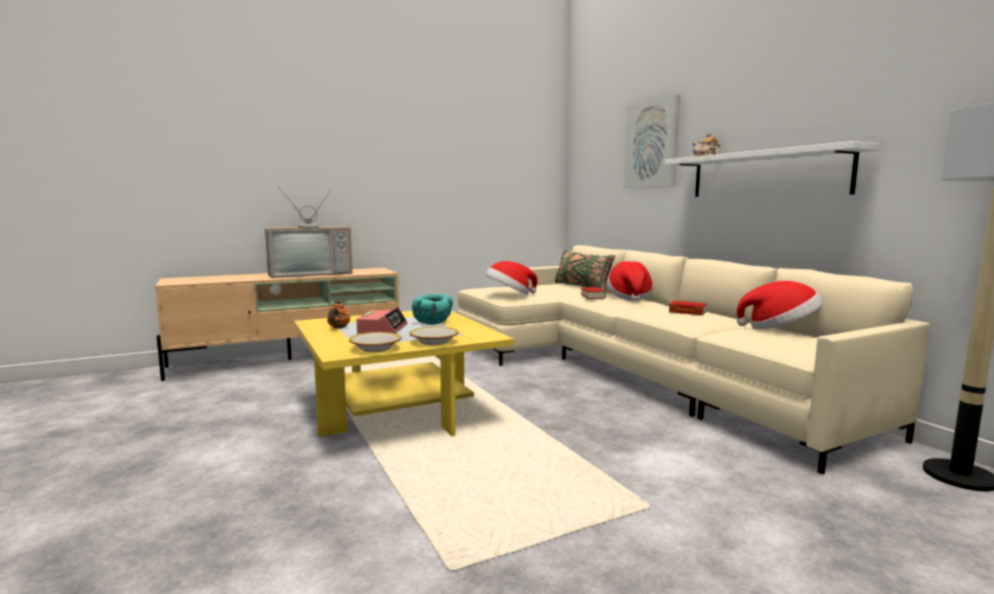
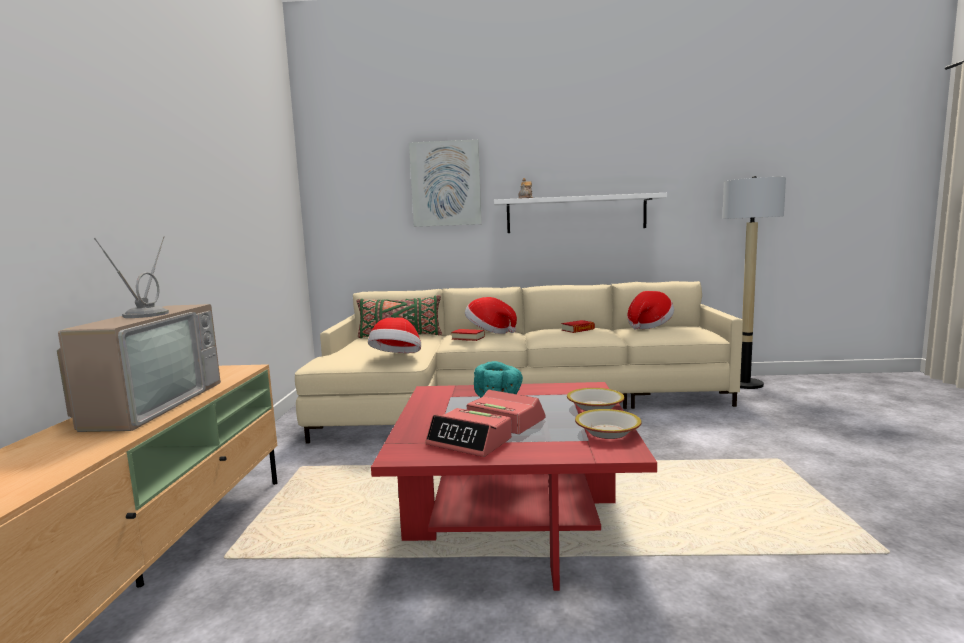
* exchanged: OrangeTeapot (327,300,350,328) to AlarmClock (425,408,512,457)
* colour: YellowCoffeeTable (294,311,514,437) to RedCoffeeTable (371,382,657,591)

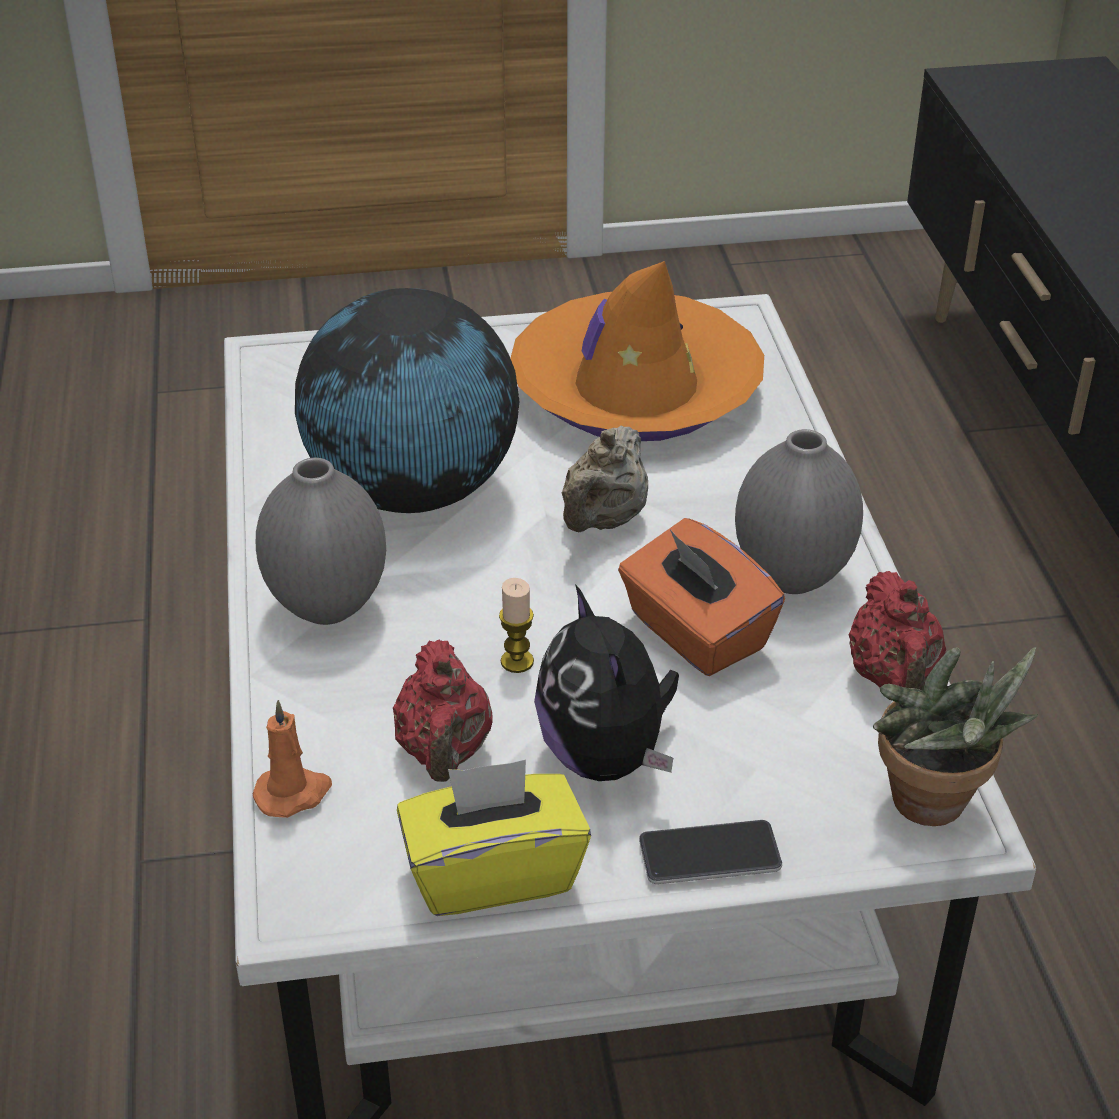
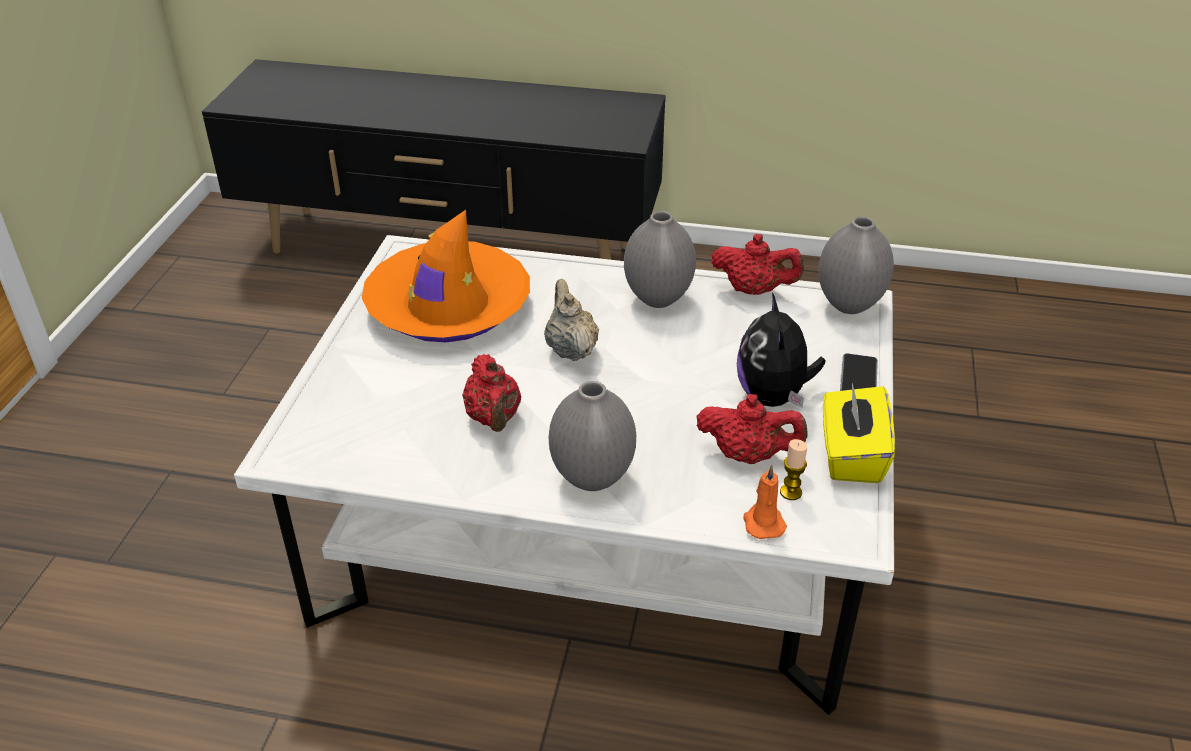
* missing: OrangeTissueBox (618,518,785,676)
* relocated: Candle (499,578,534,673) to (780,439,807,500)
* exchanged: Globe (295,288,520,513) to RedTeapot (462,354,521,432)
* exchanged: PottedPlant (873,647,1038,826) to GreyVase (818,216,894,314)
* spun: PlushToy (534,584,679,781) = (737,292,825,408) 90 degrees clockwise
* spun: BeigeTeapot (562,426,648,532) = (544,279,599,361) 150 degrees counterclockwise

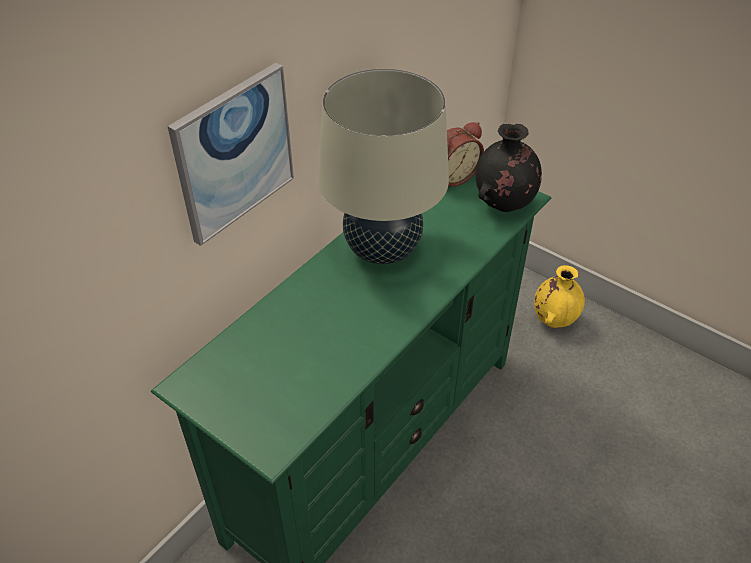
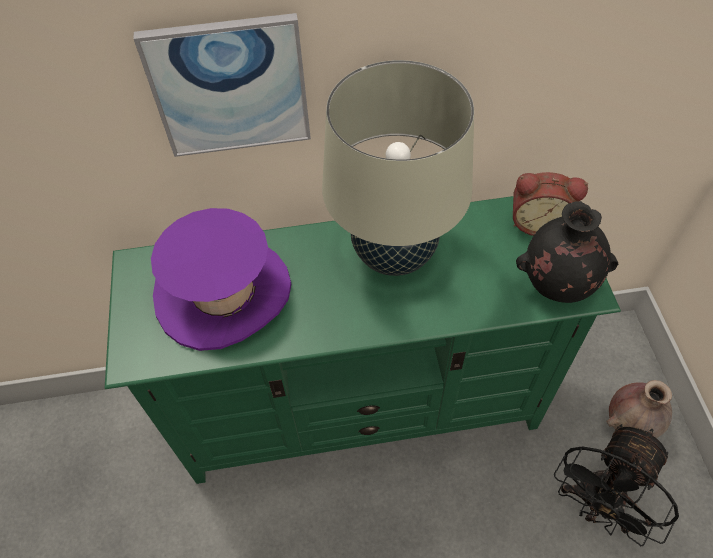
* appeared: PurpleHat (151,208,291,351)
* appeared: BlackFan (554,424,679,546)
* colour: YellowVase (534,265,585,328) to BrownVase (606,380,672,438)

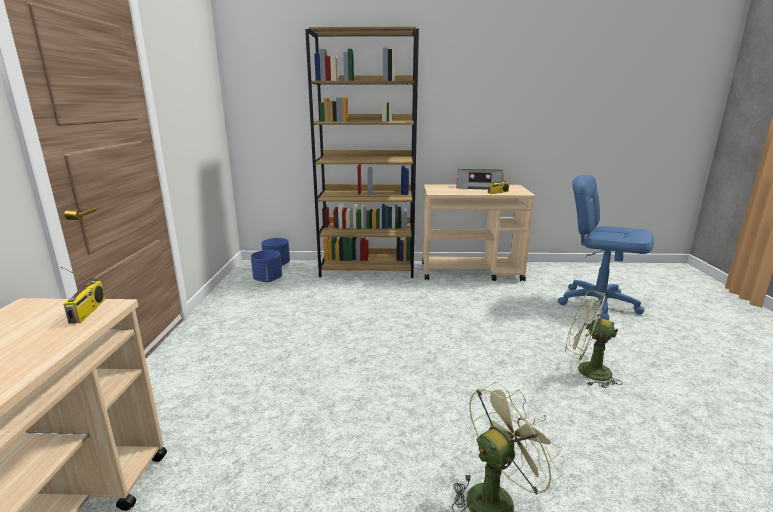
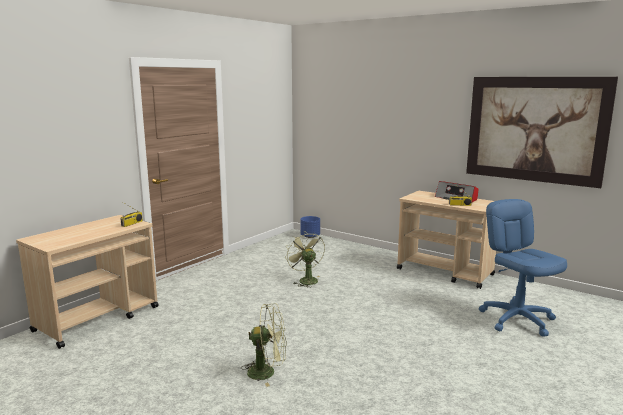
* missing: BluePlanter (251,250,282,282)
* missing: BrownBookcase (305,26,419,278)
* appeared: Picture (466,77,618,188)
* relocated: GreenFan (565,289,623,388) to (286,231,325,288)

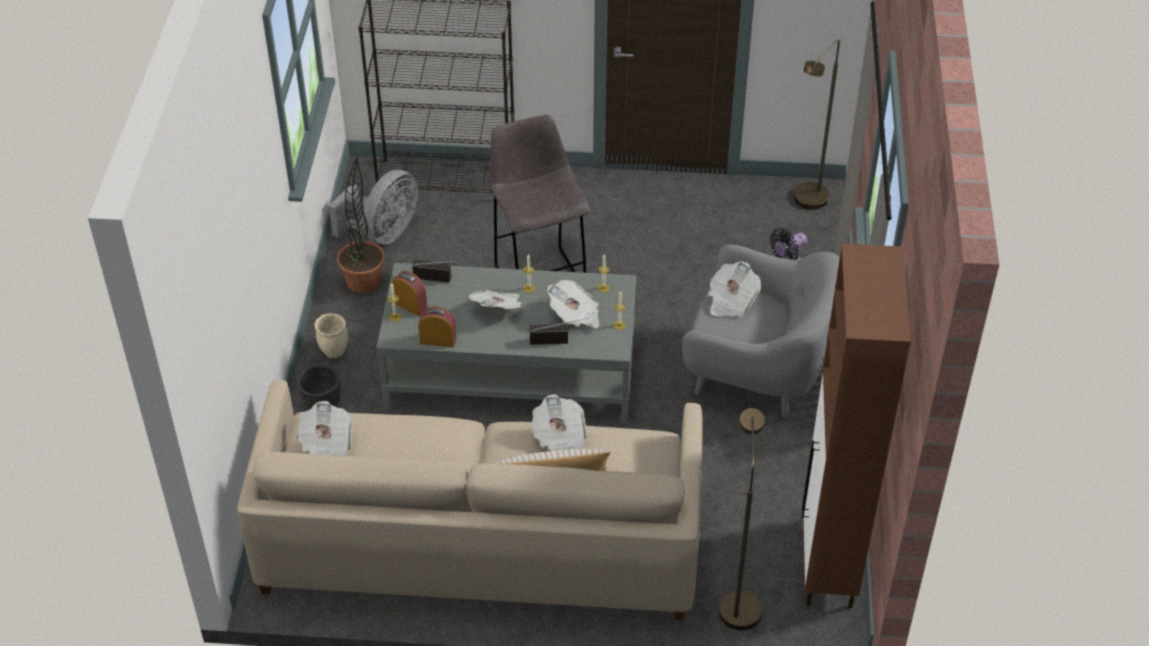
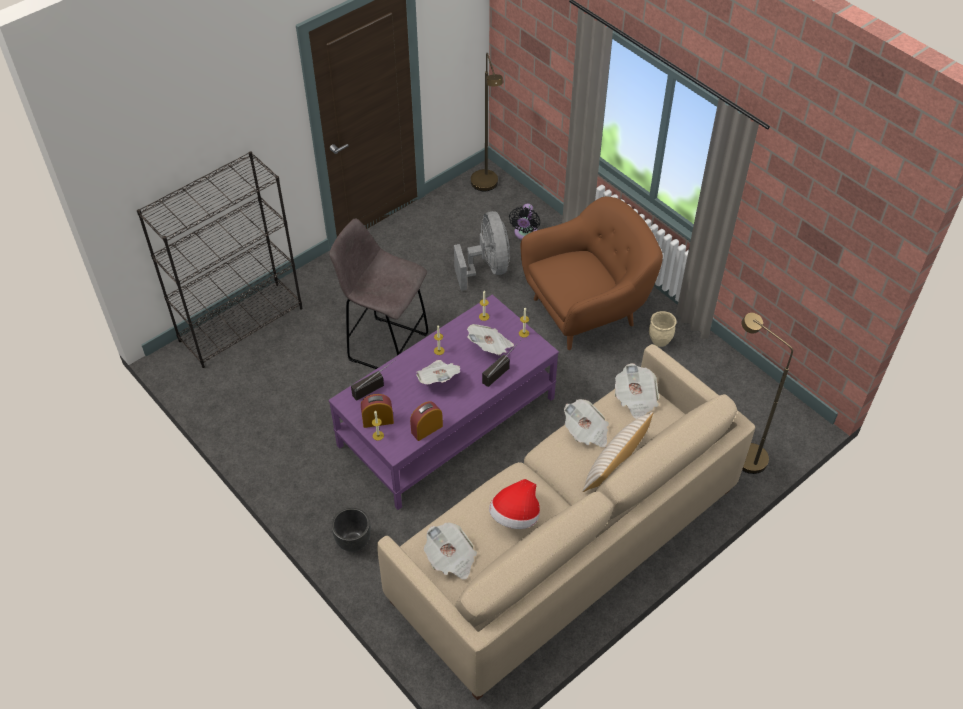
* missing: PottedPlant (337,156,385,293)
* missing: BrownCabinet (802,243,911,608)
* appeared: Hat (489,479,540,529)
* relocated: BeigePlanter (314,313,348,358) to (649,311,676,347)
* relocated: GreyFan (328,170,418,244) to (454,211,510,291)
* relocated: Newspaper (709,261,761,317) to (615,363,659,419)
* colour: GreyCoffeeTable (376,263,636,423) to PurpleCoffeeTable (329,295,559,510)
* colour: GreyArmchair (682,244,840,417) to BrownArmchair (521,196,663,350)

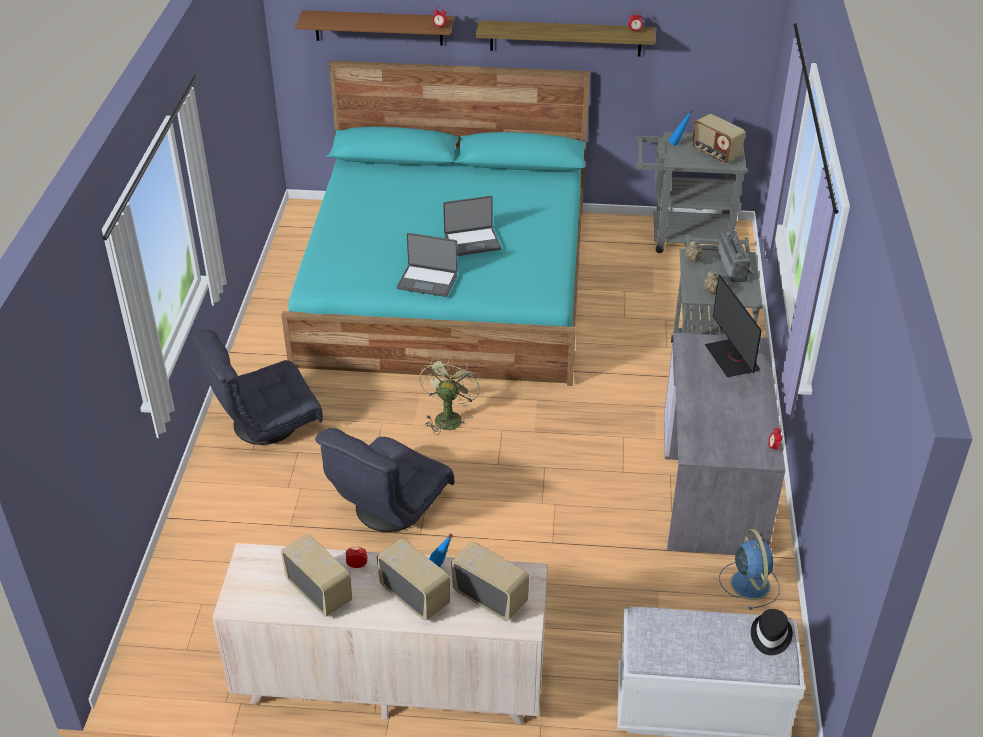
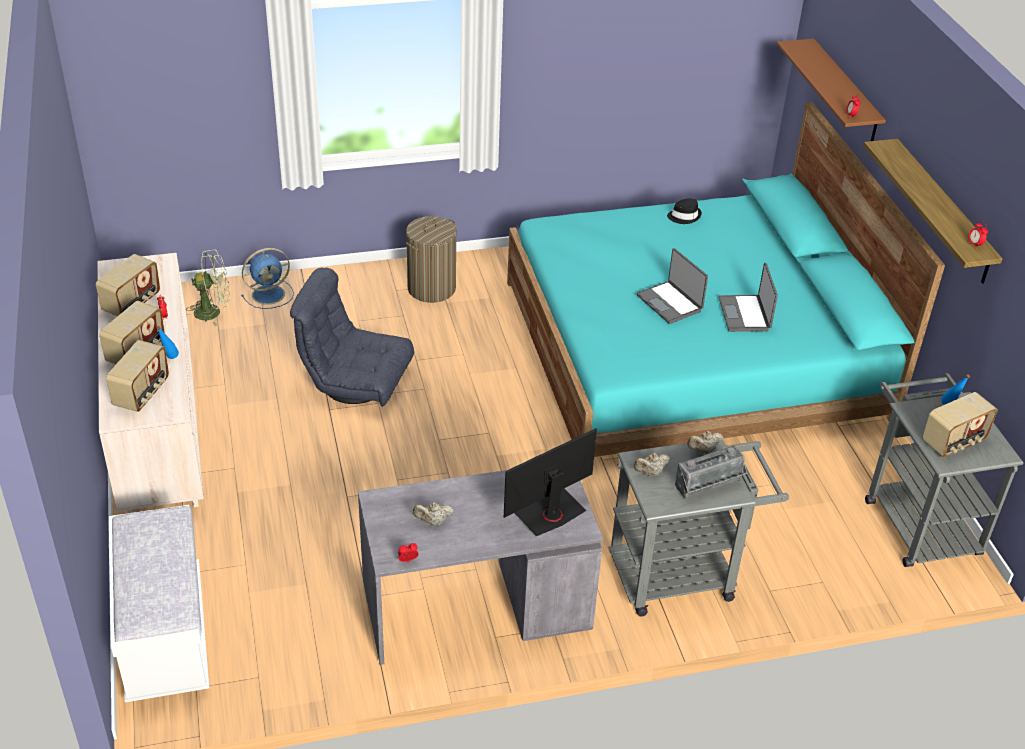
* appeared: BeigeTeapot (413,502,453,526)
* relocated: Laptop (397,233,458,297) to (718,263,778,332)
* relocated: GreenFan (419,356,480,435) to (186,250,230,326)
* relocated: BlueFan (719,529,779,610) to (241,248,294,309)
* relocated: BlackHat (751,609,793,655) to (667,198,702,224)
* exchanged: GreyArmchair (192,330,323,445) to LaundryBasket (406,216,457,303)
* spun: Radio (692,114,745,163) = (922,392,998,457) 150 degrees counterclockwise

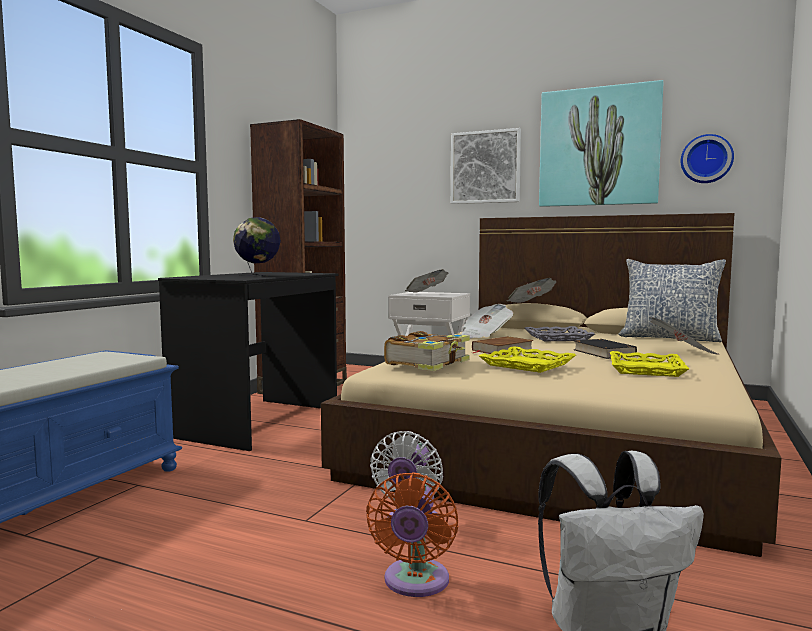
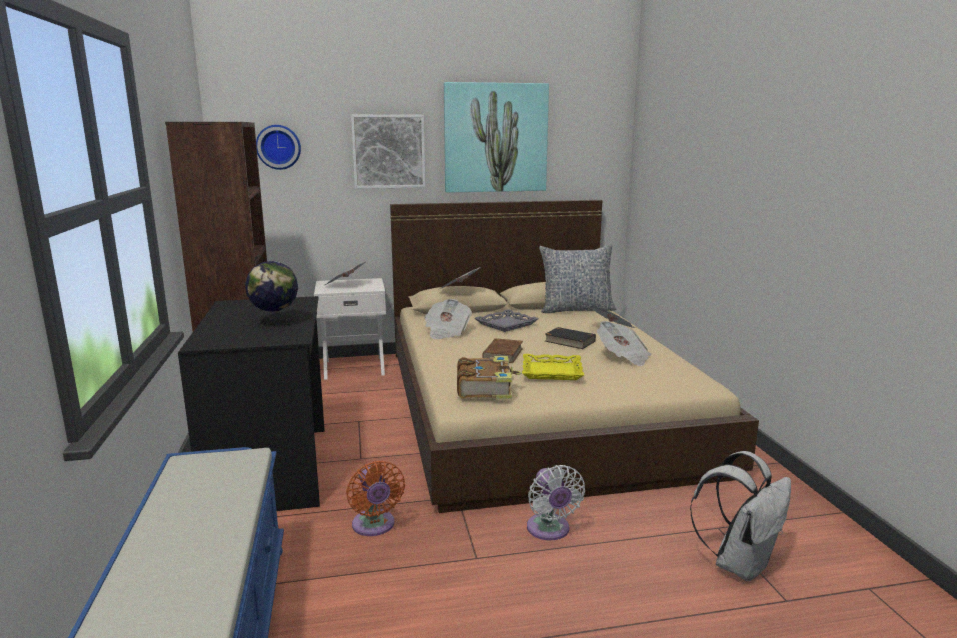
* relocated: OrangeFan (366,473,458,597) to (346,461,405,536)
* relocated: WallClock (681,134,734,183) to (256,125,301,170)
* exchanged: YellowTray (610,351,689,377) to Newspaper (597,321,651,366)

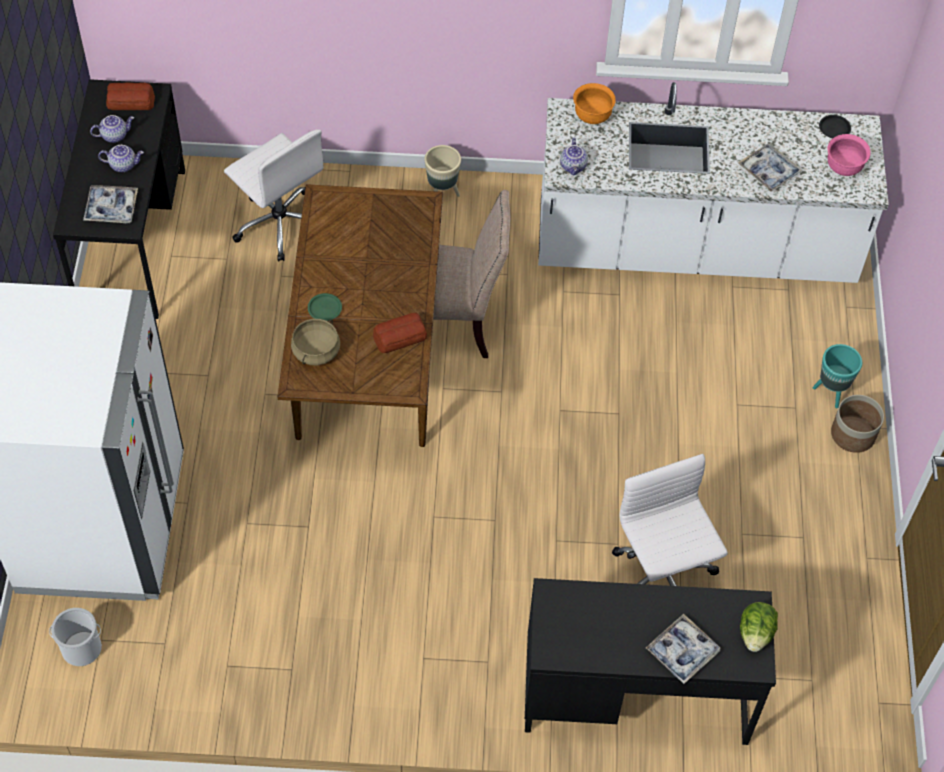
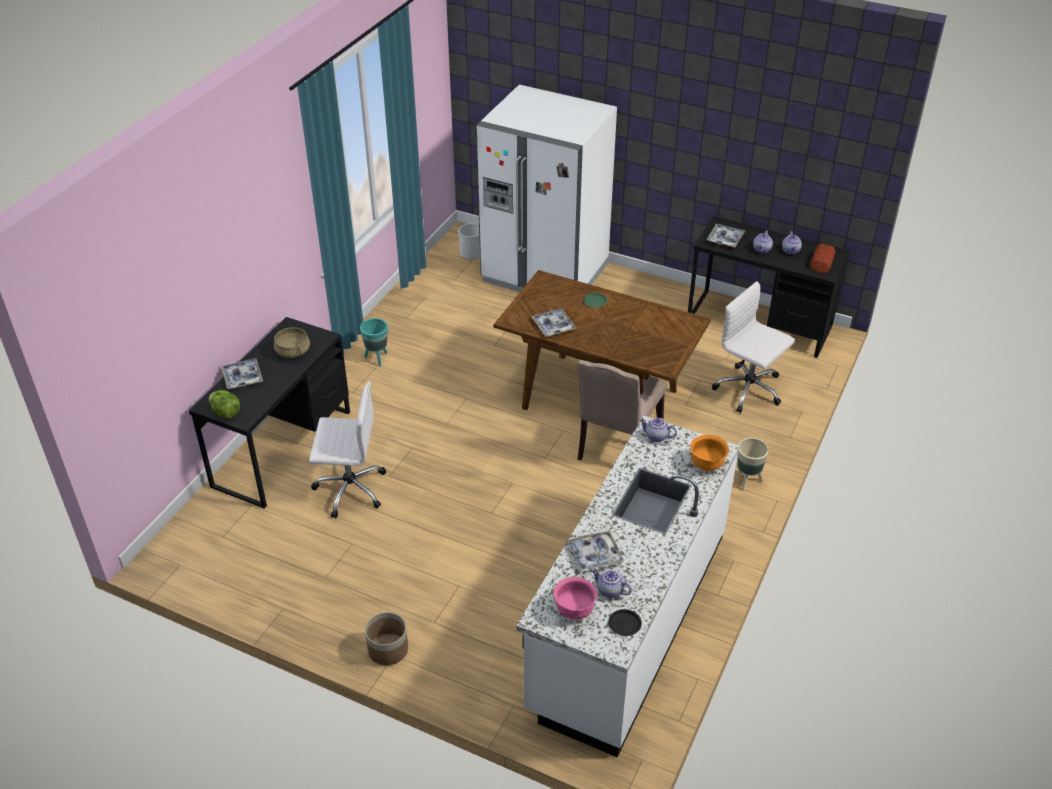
* appeared: Teapot (591,568,632,598)
* relocated: BeigeCookingPot (291,319,340,365) to (274,327,310,358)
* relocated: TurquoisePlanter (813,344,862,408) to (360,318,388,367)
* exchanged: Bread (373,313,427,353) to Tray (531,308,576,337)
* spun: WhiteOfficeChair (224,129,323,262) = (712,281,795,413) 60 degrees clockwise

